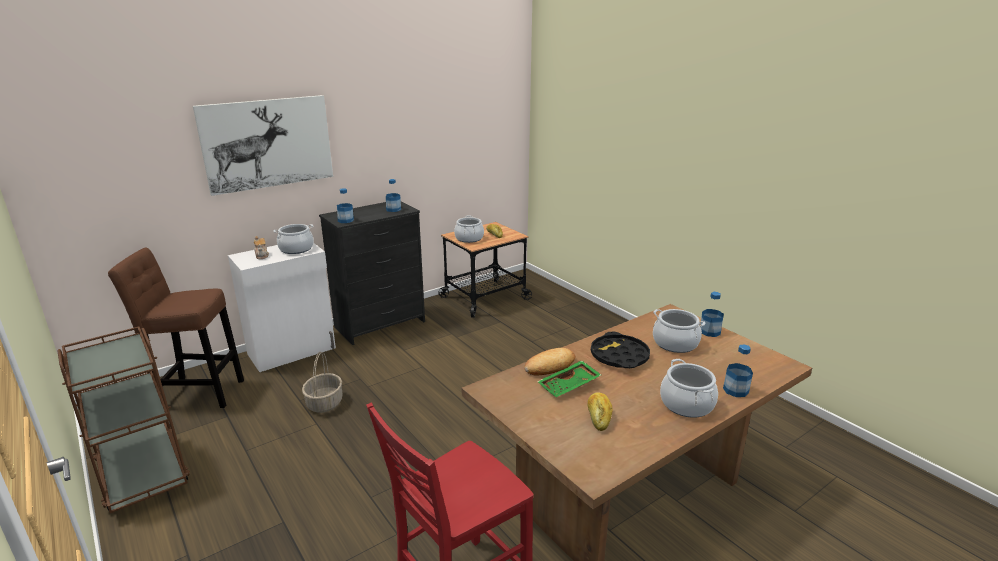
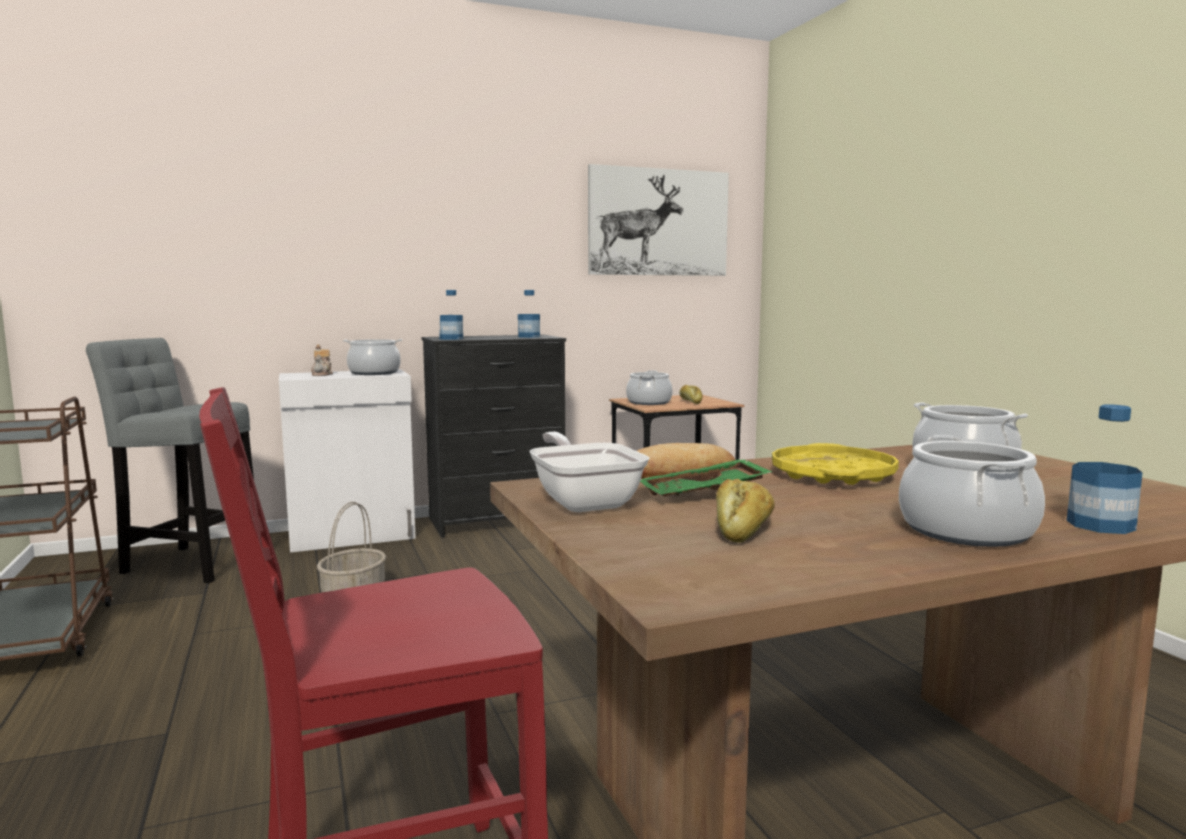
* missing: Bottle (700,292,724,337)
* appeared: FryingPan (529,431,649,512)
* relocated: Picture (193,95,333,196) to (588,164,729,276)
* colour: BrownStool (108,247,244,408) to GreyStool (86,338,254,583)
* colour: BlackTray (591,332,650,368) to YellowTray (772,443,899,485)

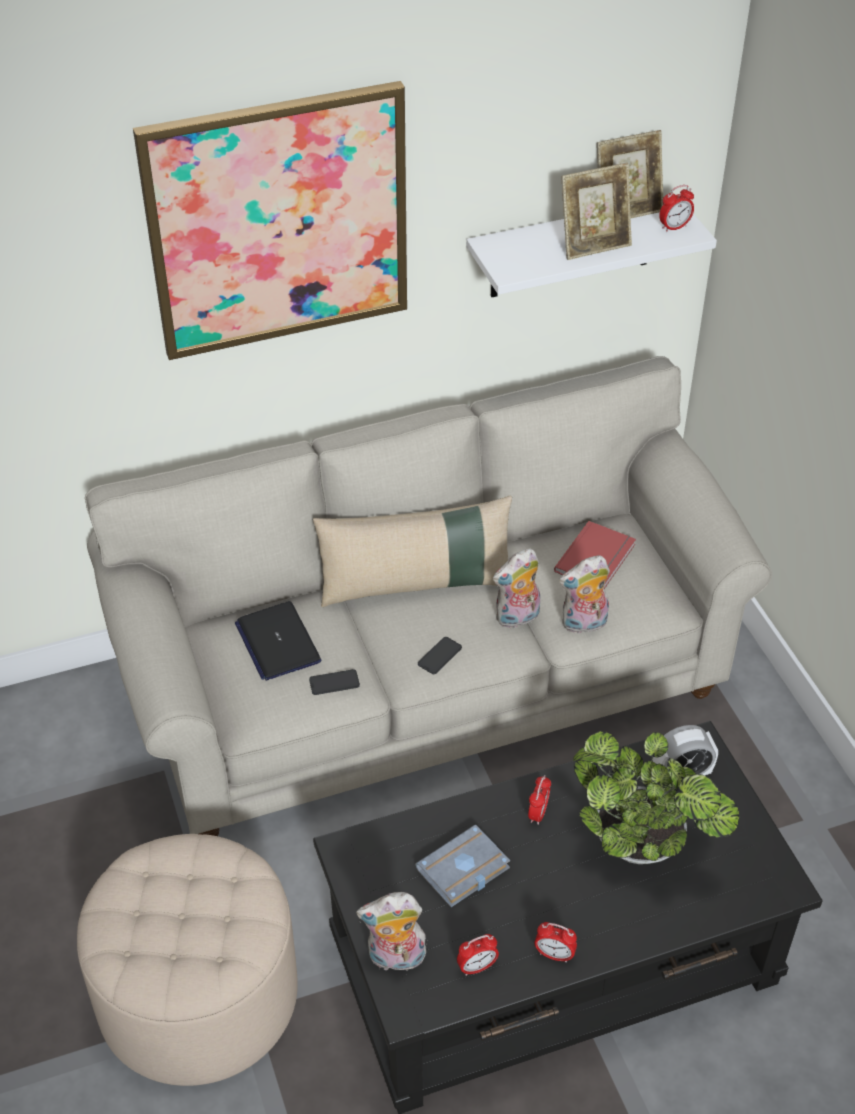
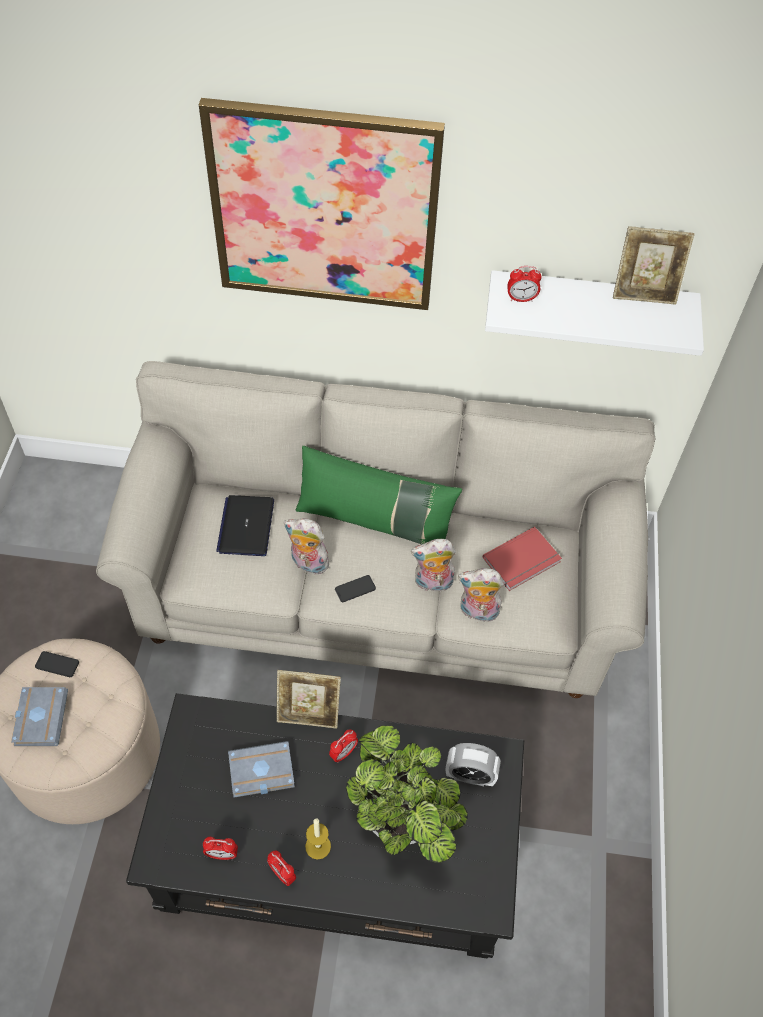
* appeared: GreyBook (11,687,68,746)
* appeared: Candle (305,818,331,860)
* relocated: Phone (309,669,360,695) to (35,651,79,677)
* relocated: PlushToy (356,892,427,975) to (284,518,329,574)
* relocated: PictureFrame (561,163,632,260) to (277,670,341,728)
* relocated: AlarmClock (659,185,694,232) to (507,266,542,302)
* colour: BeigePillow (313,496,512,607) to GreenPillow (295,446,462,544)

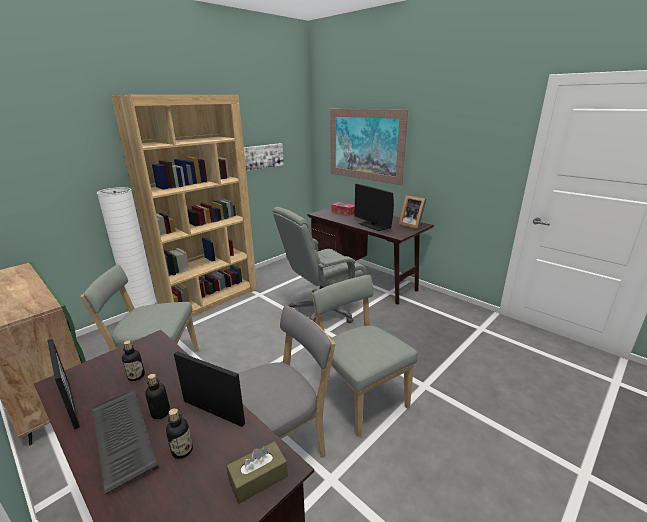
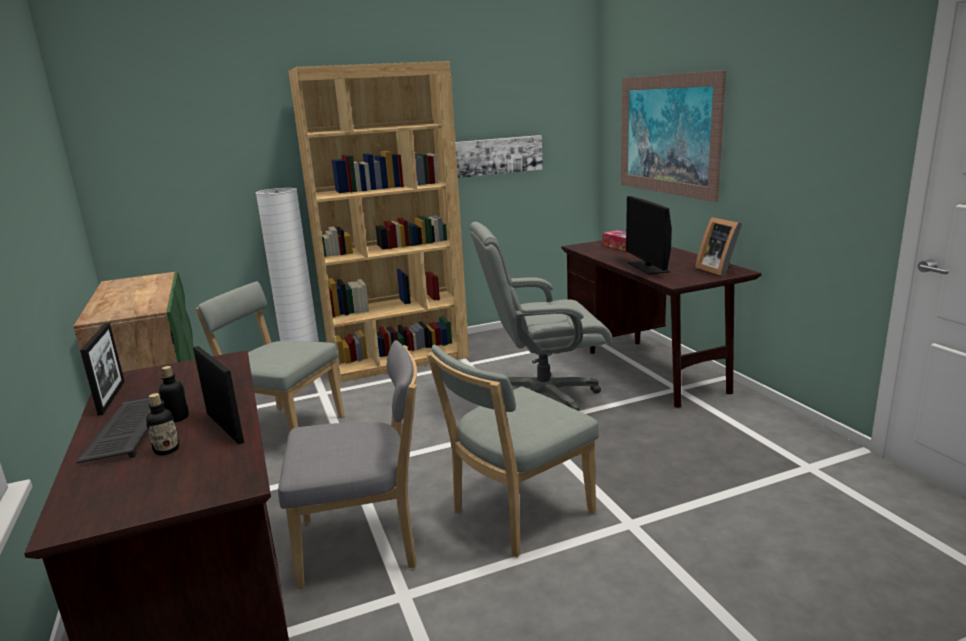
* missing: Bottle (122,340,145,381)
* missing: BrownTissueBox (227,441,288,504)
* spun: GreyChair (312,275,417,437) = (427,345,599,557) 120 degrees counterclockwise

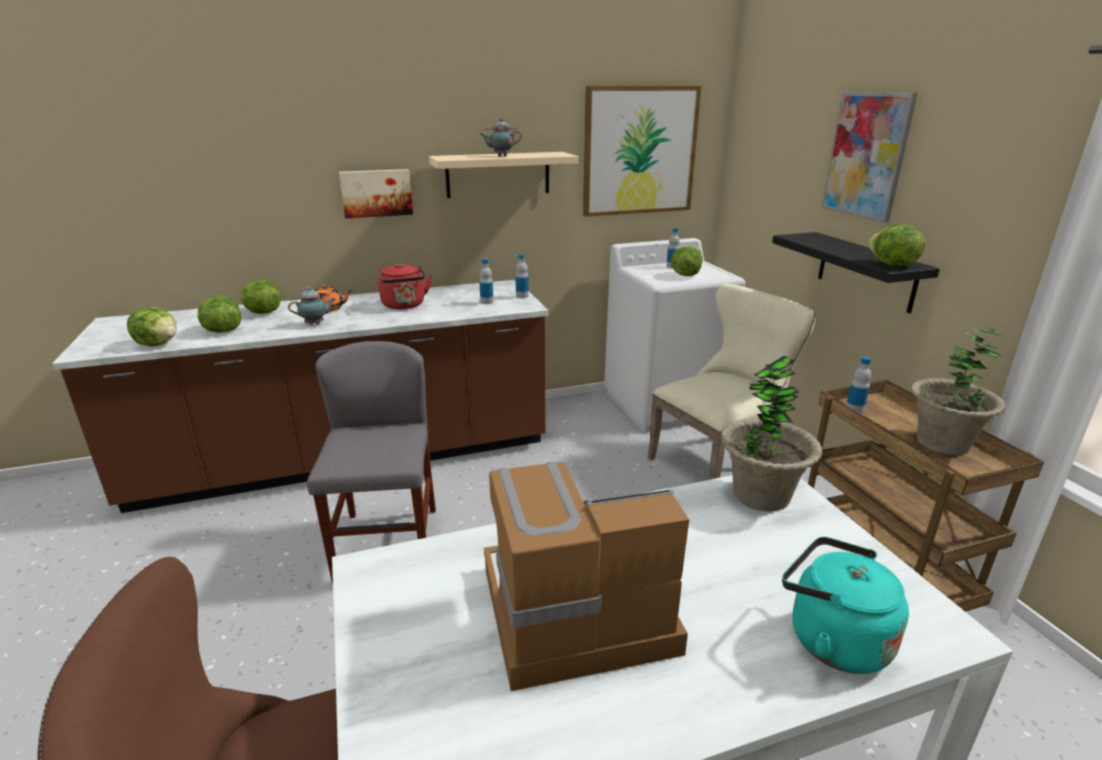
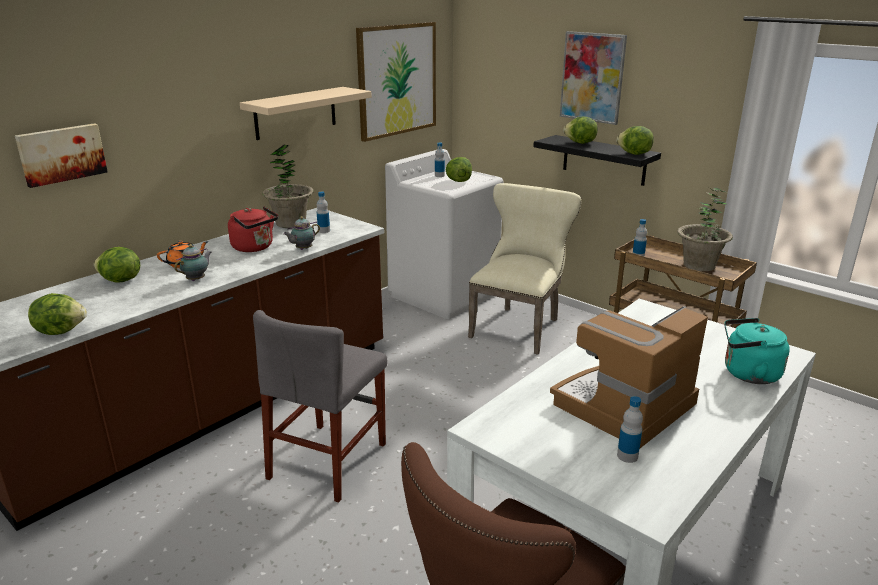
* relocated: Lettuce (198,296,241,333) to (563,117,598,144)
* relocated: Picture (339,169,413,219) to (15,123,108,188)
* relocated: Teapot (480,119,522,157) to (283,216,320,250)
* relocated: Bottle (515,254,529,298) to (617,396,643,463)
* relocated: PottedPlant (720,356,822,511) to (262,144,314,228)
* spun: GreyChair (307,341,436,584) = (253,310,388,503) 120 degrees counterclockwise

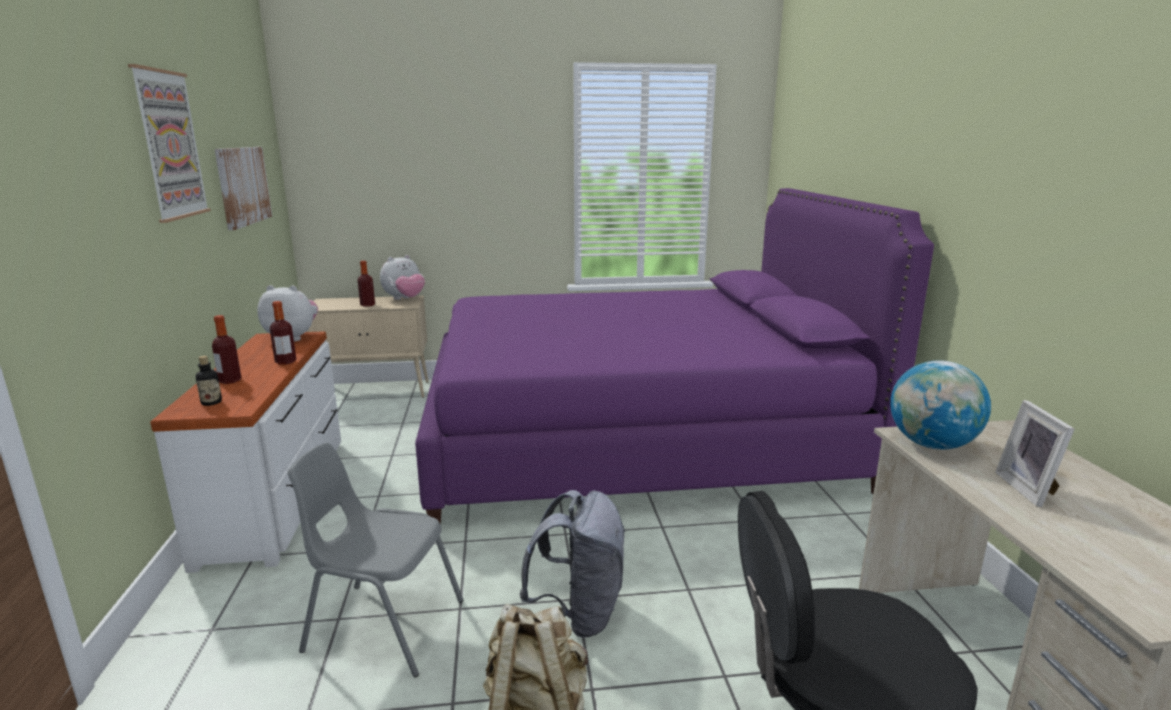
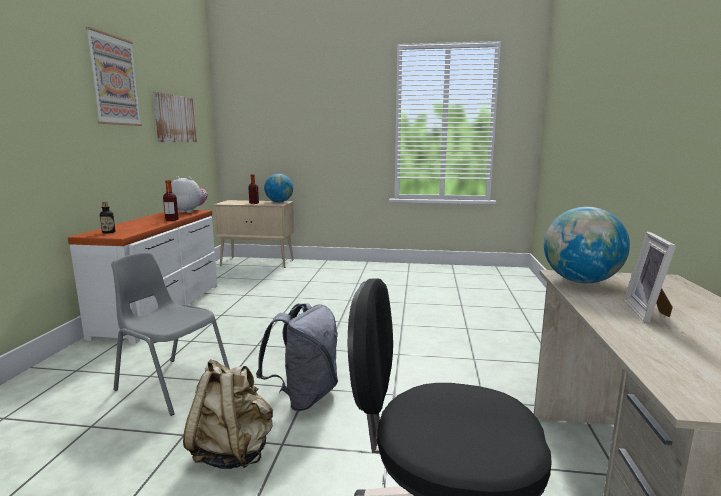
* missing: Bottle (212,315,241,384)
* missing: PurpleBed (415,188,934,525)
* exchanged: PlushToy (380,255,425,300) to Globe (264,174,293,202)

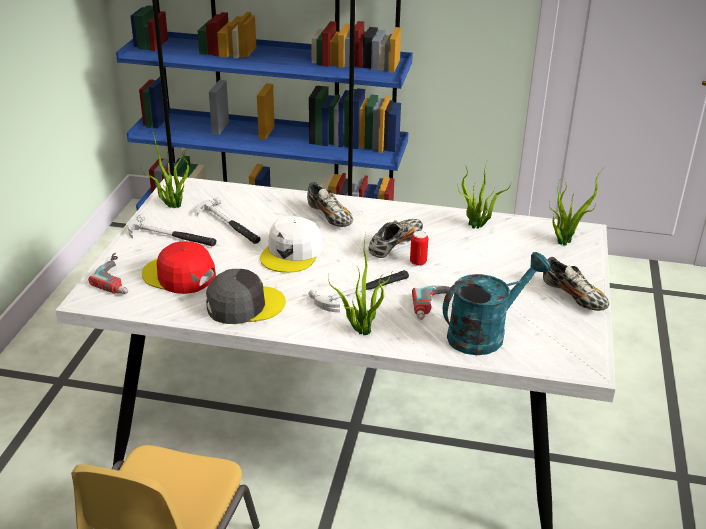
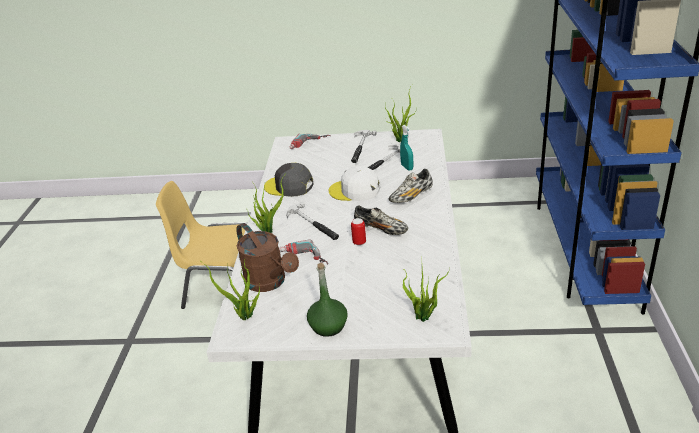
* missing: RedCap (142,241,216,294)
* appeared: TurquoiseSprayBottle (400,125,413,171)
* relocated: PottedPlant (457,162,510,229) to (199,260,260,320)
* exchanged: Shoe (543,257,609,311) to GreenBottle (307,263,348,337)
* colour: TurquoiseWateringCan (443,252,550,355) to BrownWateringCan (236,223,299,292)
* spun: GreyCap (206,269,286,324) = (264,163,314,197) 135 degrees clockwise

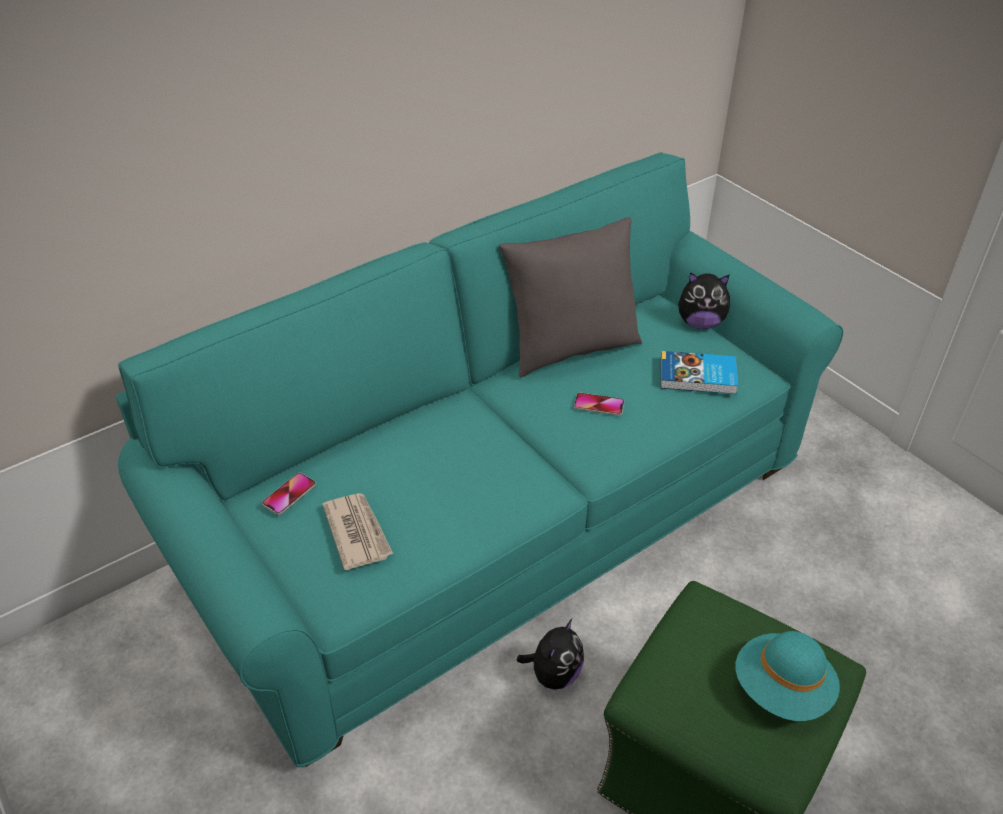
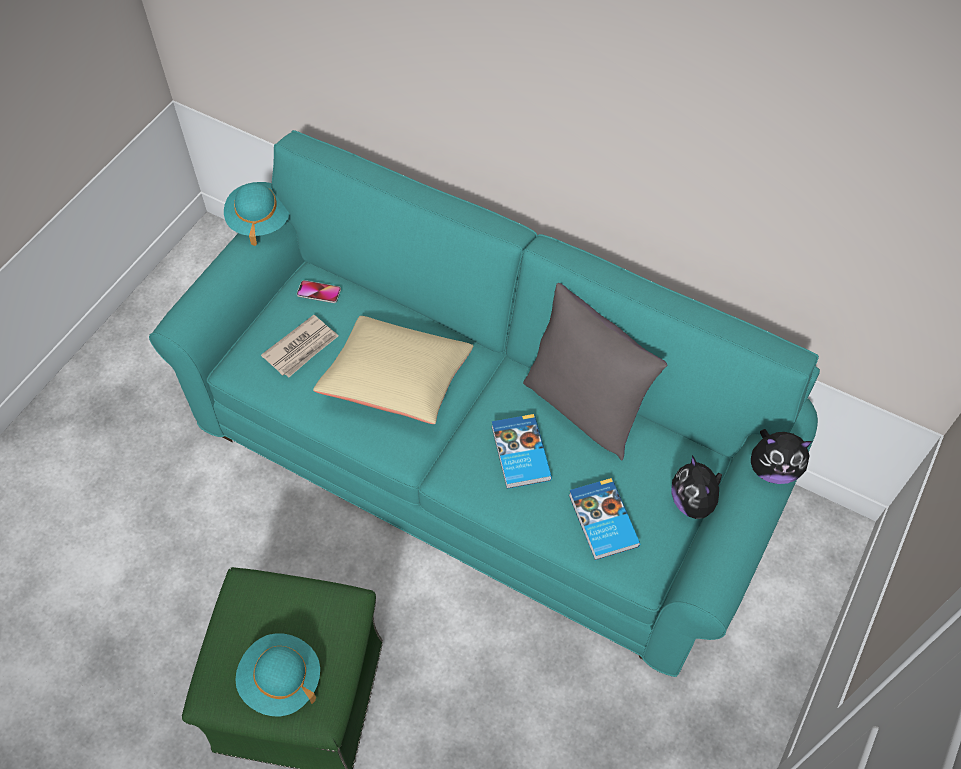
* appeared: TurquoiseHat (224,182,290,246)
* appeared: BeigePillow (313,316,473,424)
* relocated: PlushToy (517,619,584,690) to (751,429,812,484)
* exchanged: Phone (574,392,624,416) to Book (492,414,552,489)

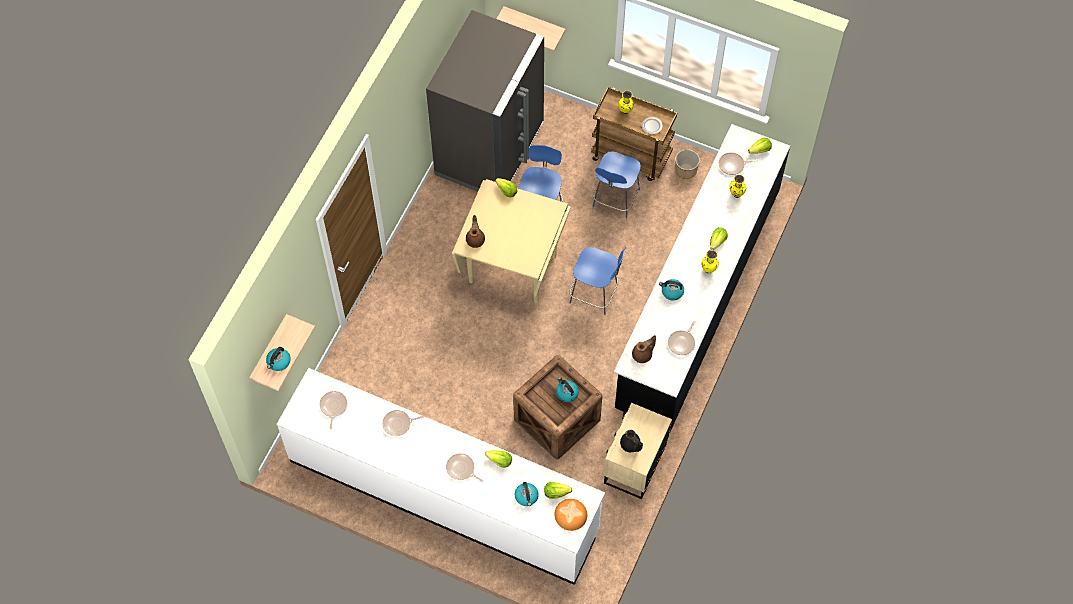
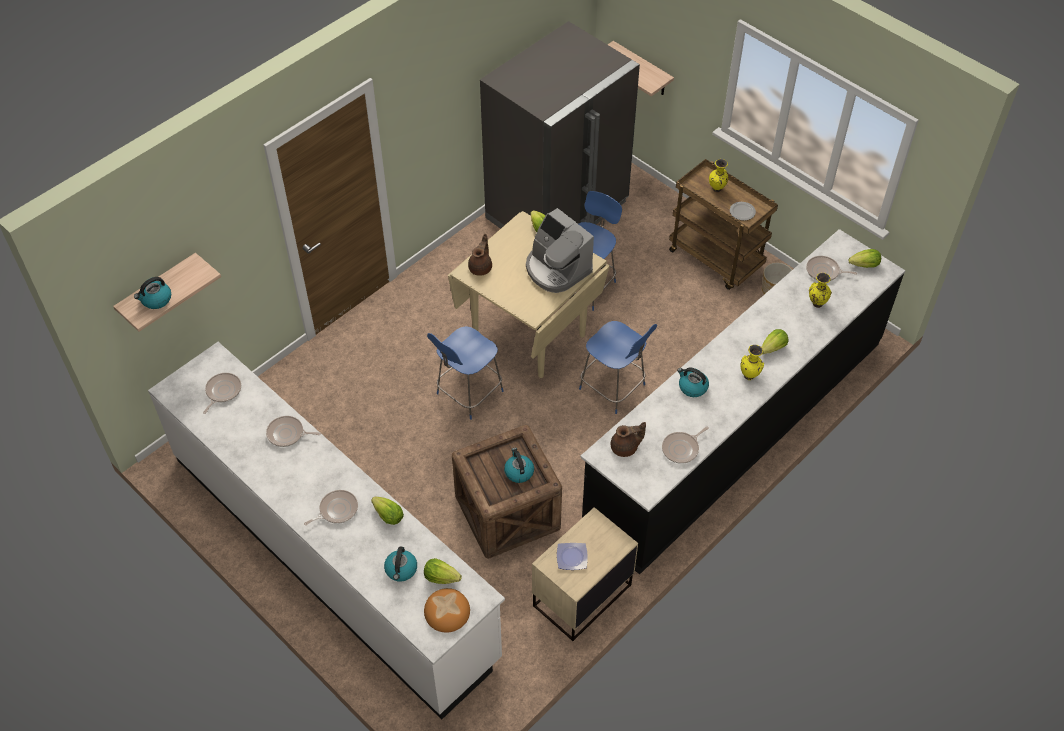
* appeared: CoffeeMachine (526,208,594,293)
* relocated: BlueChair (593,151,641,219) to (427,326,504,420)
* exchanged: BlackTeapot (620,430,643,452) to Plate (557,543,588,570)
* spun: FryingPan (446,453,484,482) = (304,490,358,525) 90 degrees clockwise

